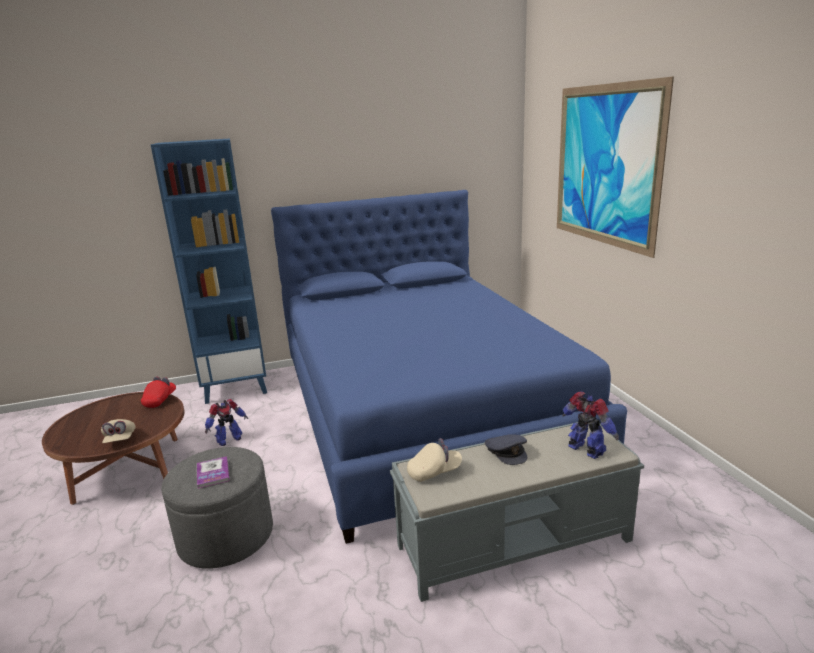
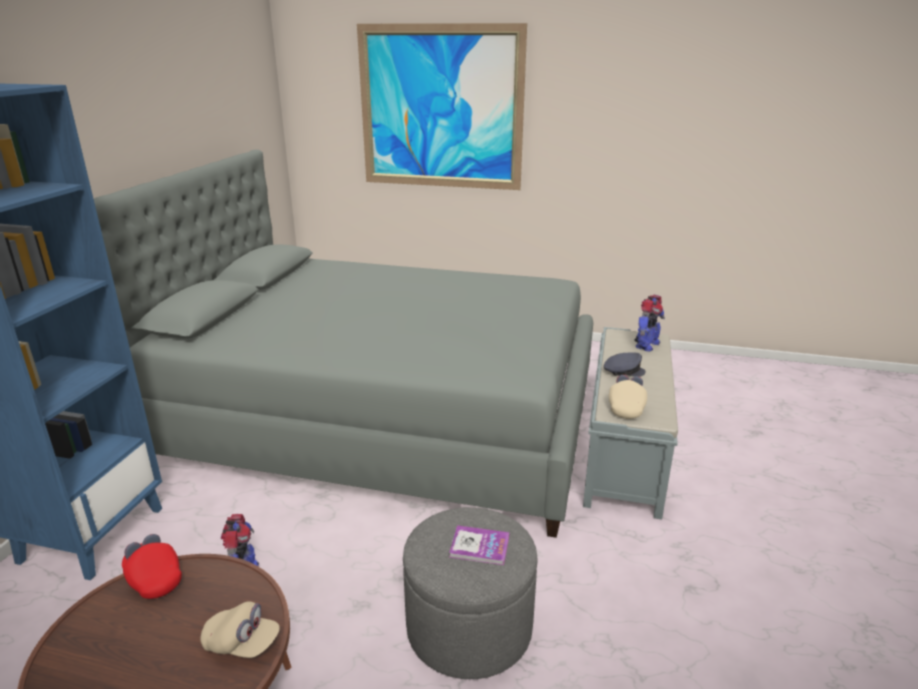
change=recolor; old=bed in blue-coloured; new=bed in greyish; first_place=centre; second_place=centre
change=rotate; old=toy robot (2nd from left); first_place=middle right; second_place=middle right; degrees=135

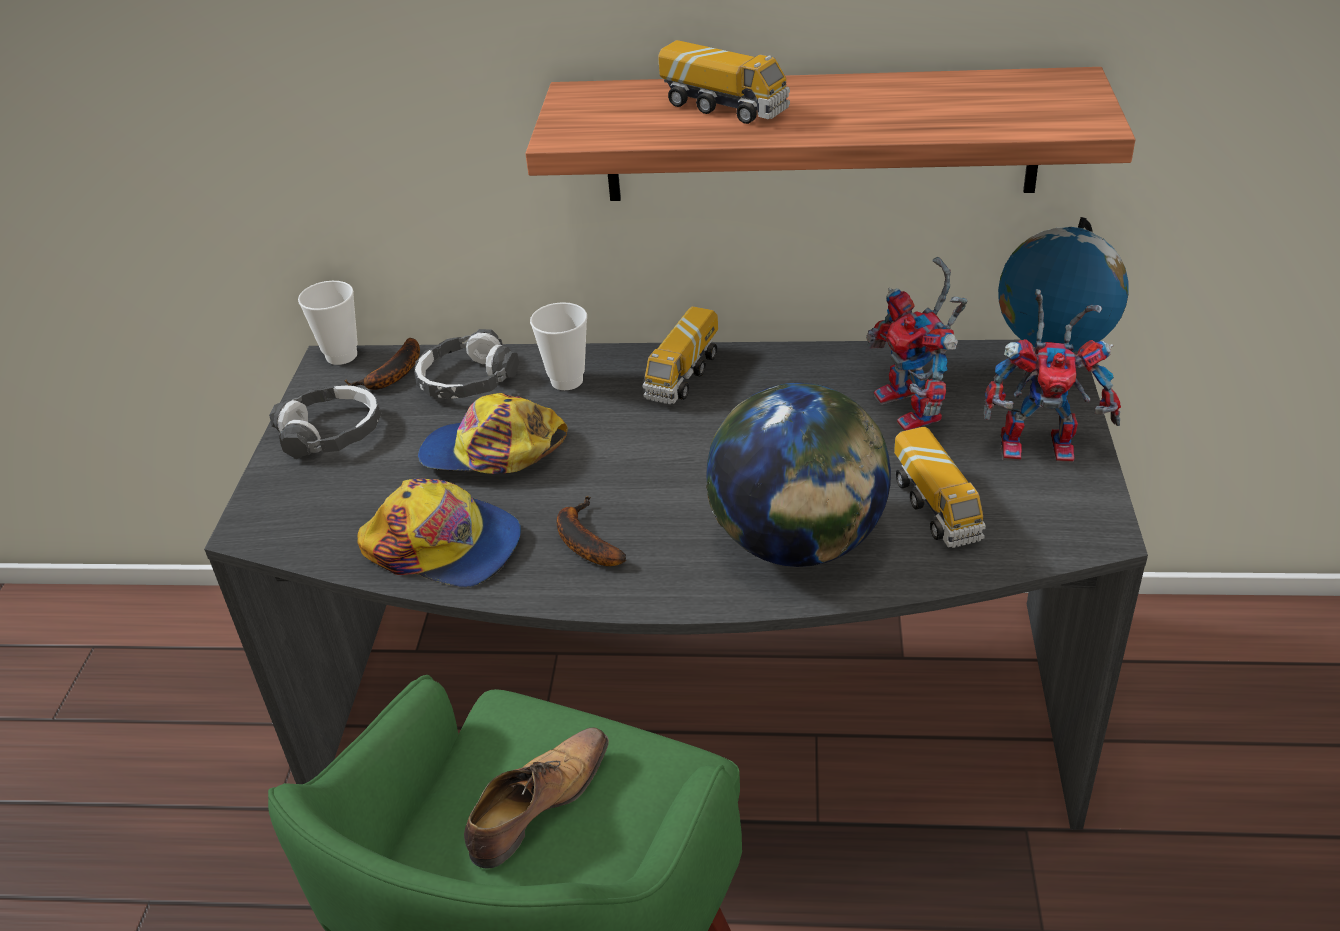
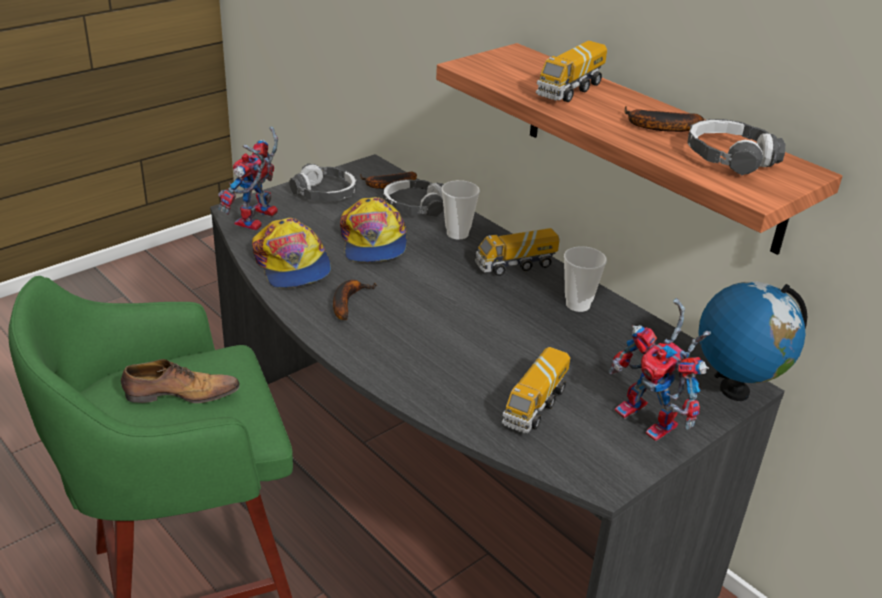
change=delete; old=globe (1st from left); first_place=centre
change=insert; new=whole banana (3rd from left); second_place=top right
change=insert; new=headset (3rd from left); second_place=top right
change=move; old=drinking cup (1st from left in the first image); new=drinking cup (2nd from left); first_place=middle left; second_place=centre
change=move; old=toy robot (1st from left); first_place=middle right; second_place=top left
change=rotate; old=peaked cap (2nd from left); first_place=centre; second_place=centre; degrees=-150
change=rotate; old=model truck (2nd from left in the first image); first_place=top centre; second_place=top centre; degrees=45

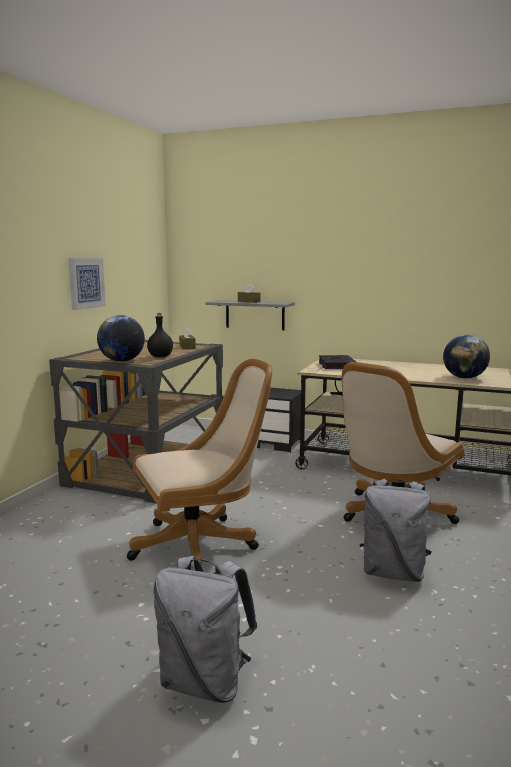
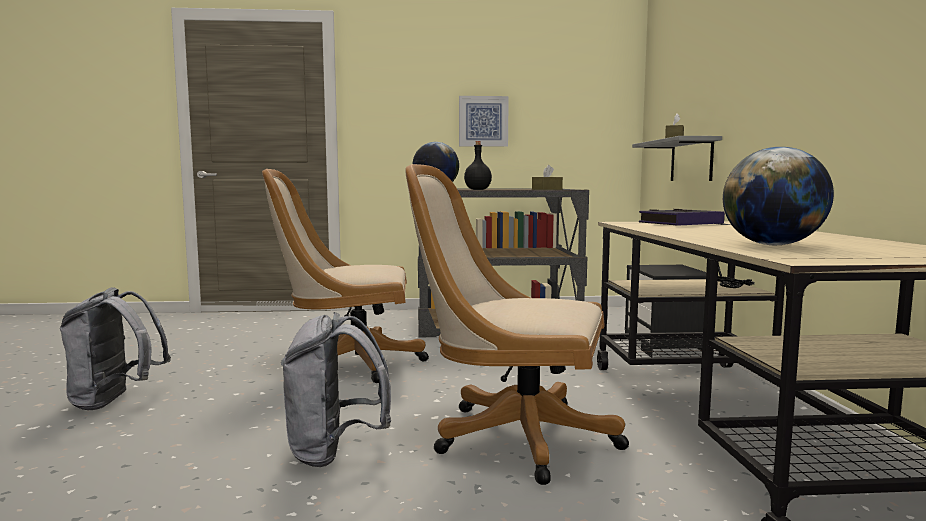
change=rotate; old=office chair (1st from left); first_place=centre; second_place=centre; degrees=135

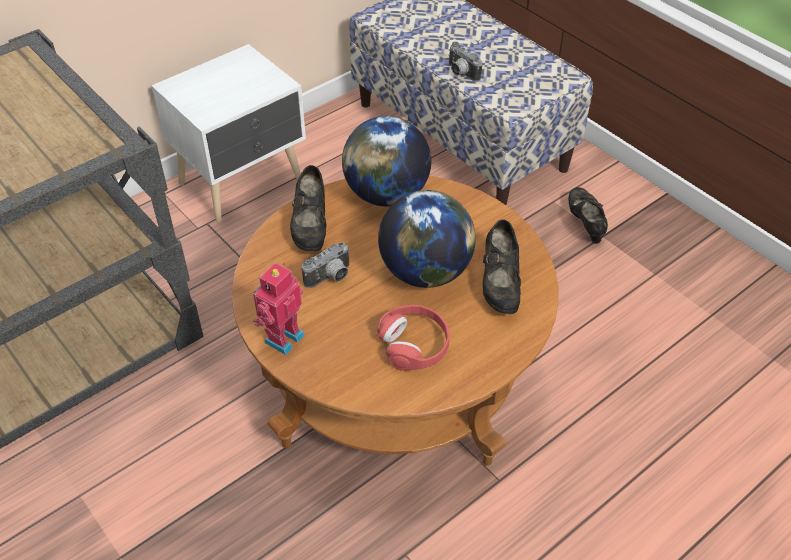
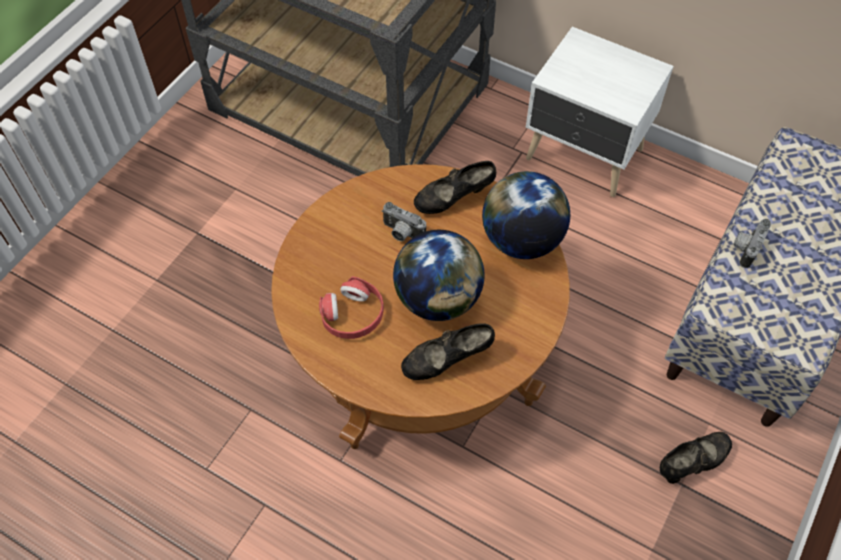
change=delete; old=toy robot; first_place=centre

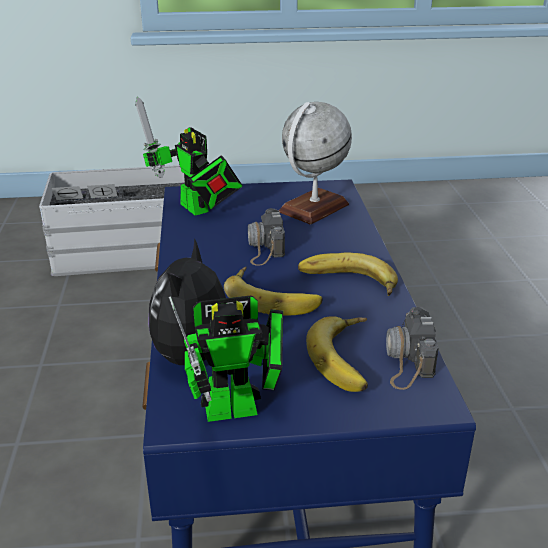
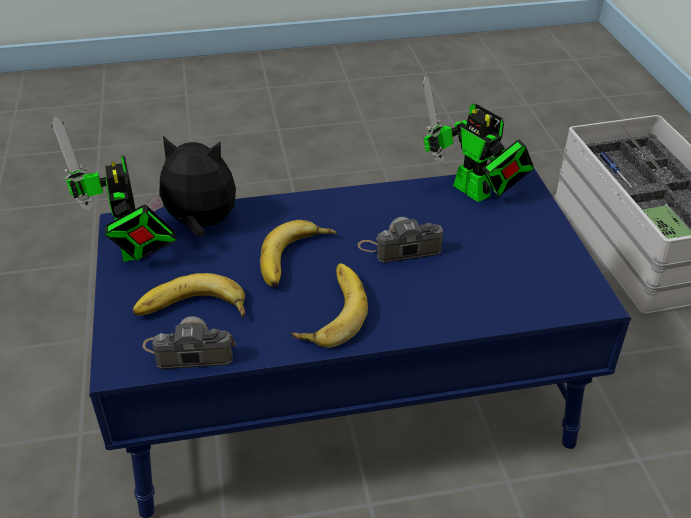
change=delete; old=globe; first_place=top centre
change=rotate; old=toy robot (1st from left in the first image); first_place=top centre; second_place=top right; degrees=-90

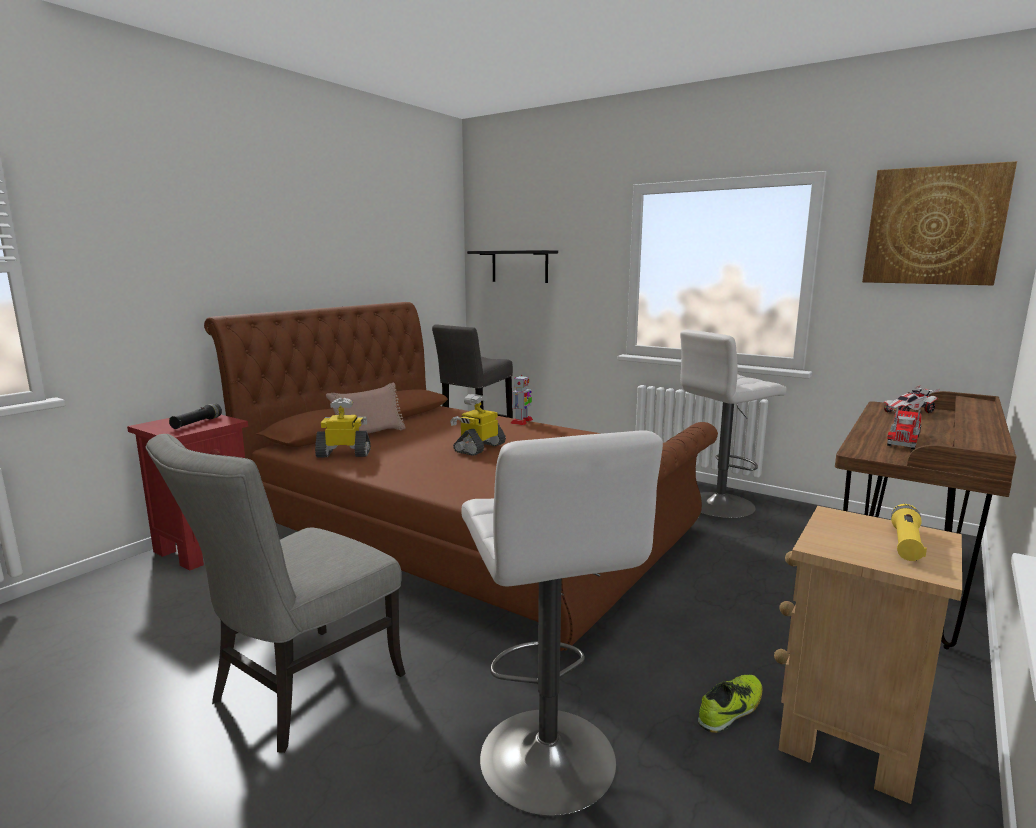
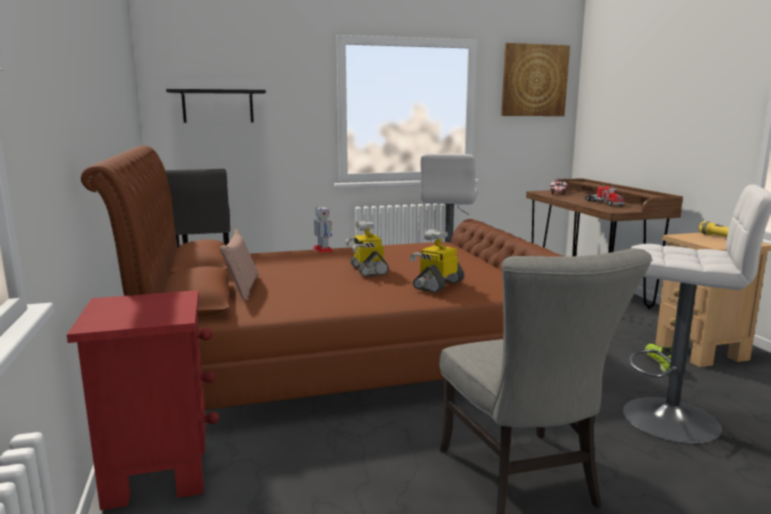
change=delete; old=torch in black-coloured; first_place=middle left
change=move; old=toy robot (1st from left in the first image); new=toy robot (3rd from left); first_place=middle left; second_place=centre

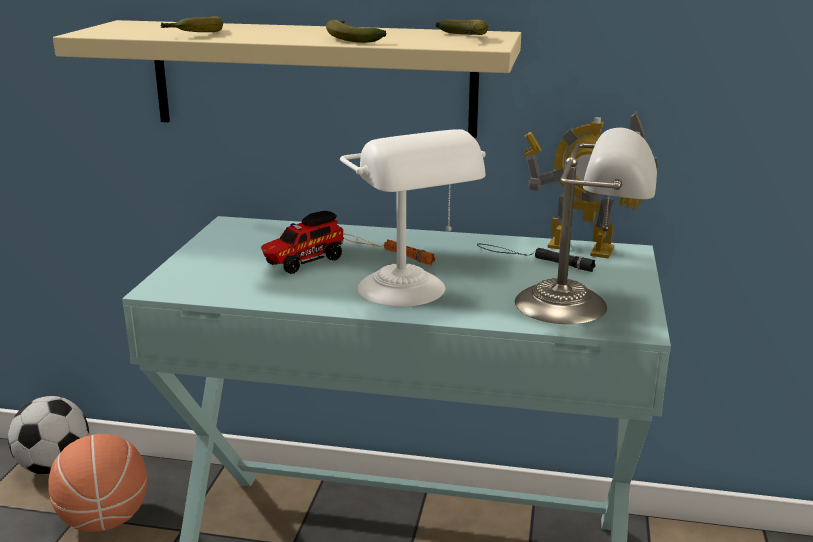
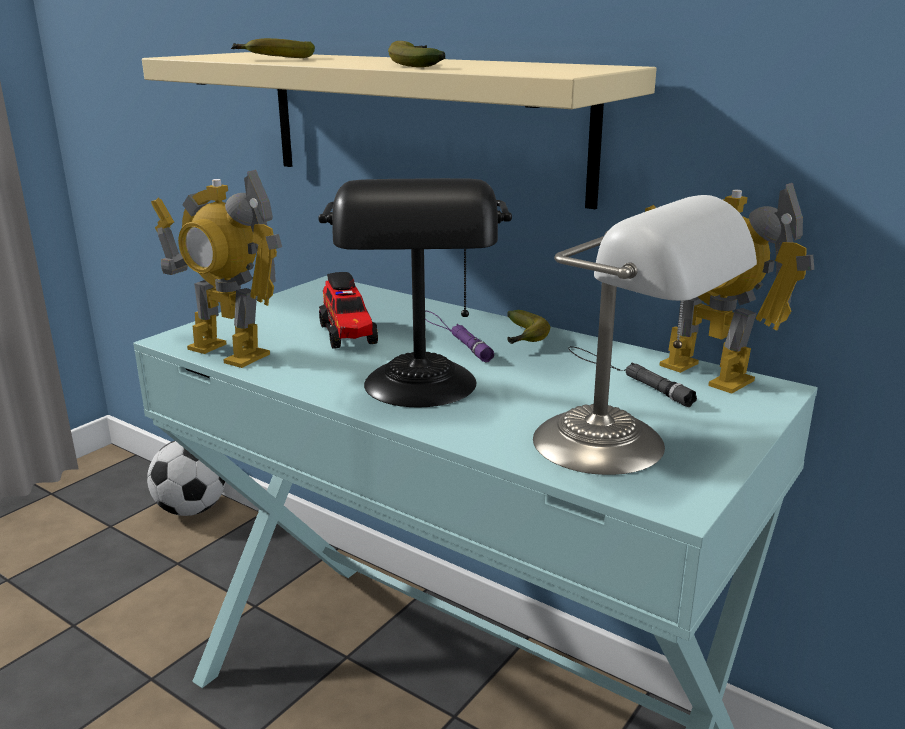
change=delete; old=ball for basketball; first_place=bottom left
change=insert; new=toy robot (1st from left); second_place=middle left
change=move; old=whole banana (3rd from left); first_place=top centre; second_place=centre
change=recolor; old=lamp for a table in white-coloured (1st from left); new=lamp for a table in black-coloured; first_place=centre; second_place=centre
change=recolor; old=torch in orange; new=torch in purple-coloured; first_place=centre; second_place=centre
change=rotate; old=model truck; first_place=centre; second_place=centre; degrees=-90

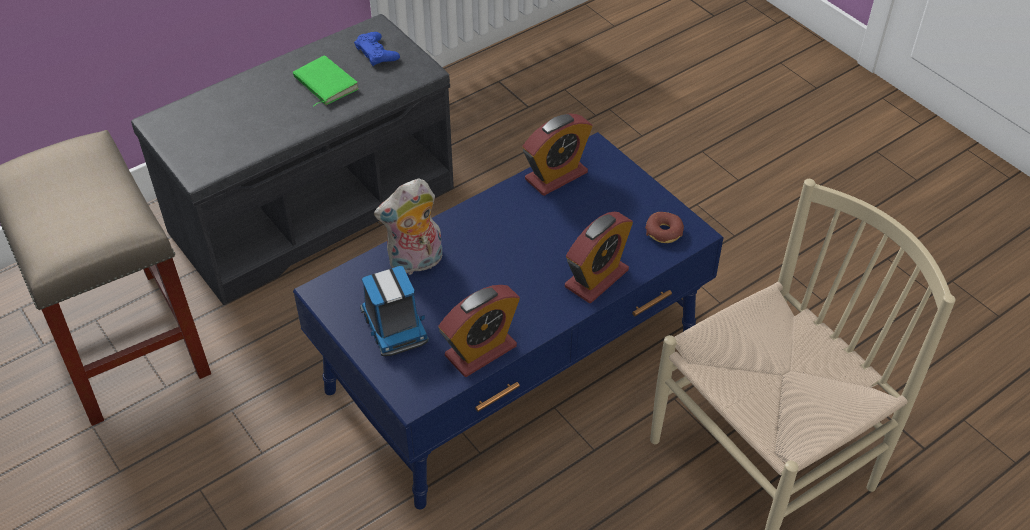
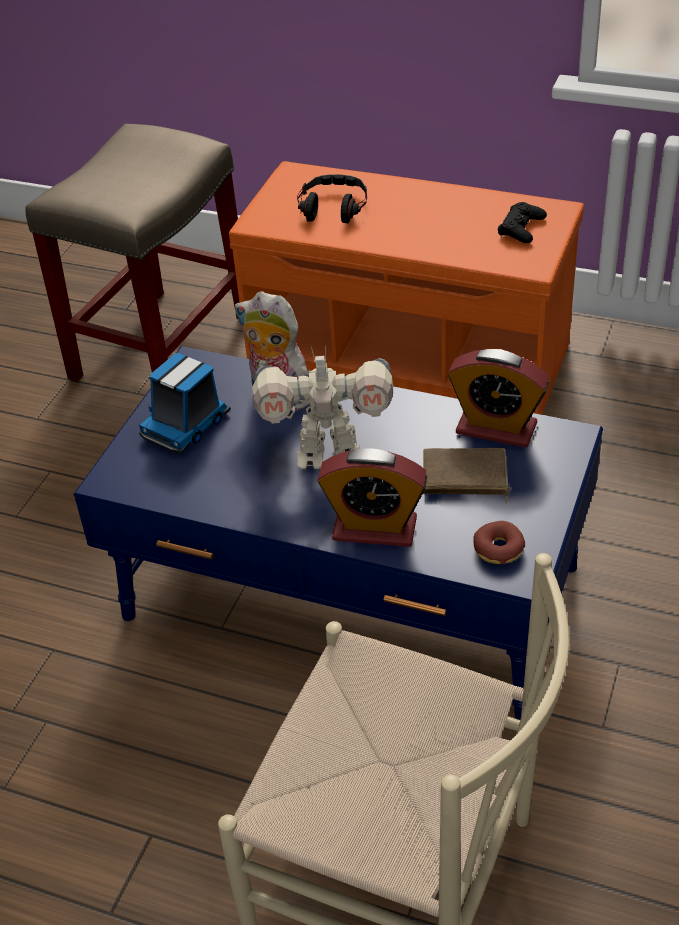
change=delete; old=book in green-coloured; first_place=top left
change=delete; old=bedside clock (1st from left); first_place=centre
change=insert; new=toy robot; second_place=centre
change=insert; new=headset; second_place=top centre
change=insert; new=book in brown; second_place=middle right
change=recolor; old=long seat in greyish; new=long seat in orange; first_place=top left; second_place=top centre
change=recolor; old=joypad in blue-coloured; new=joypad in black-coloured; first_place=top centre; second_place=top right

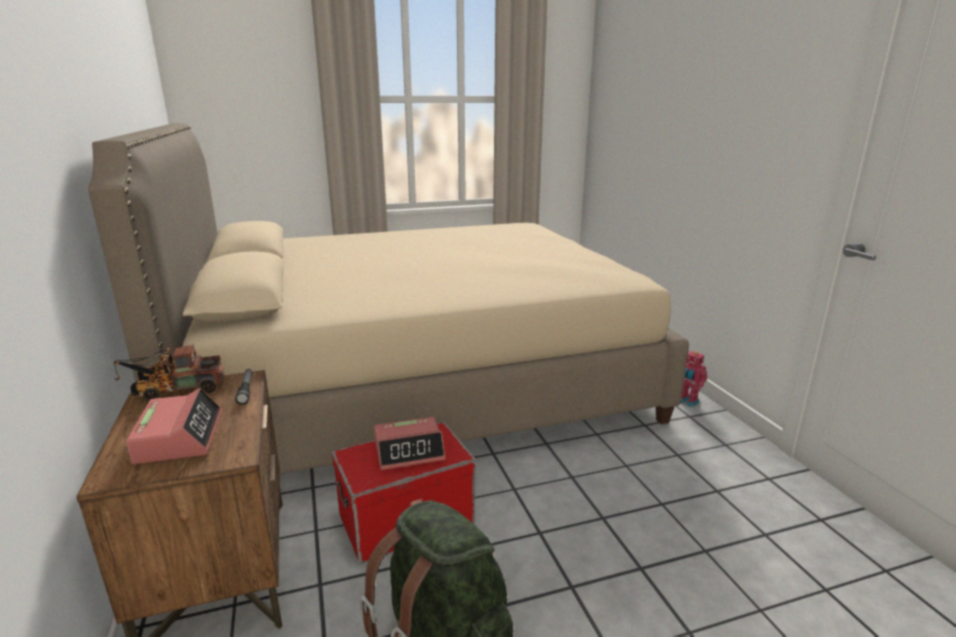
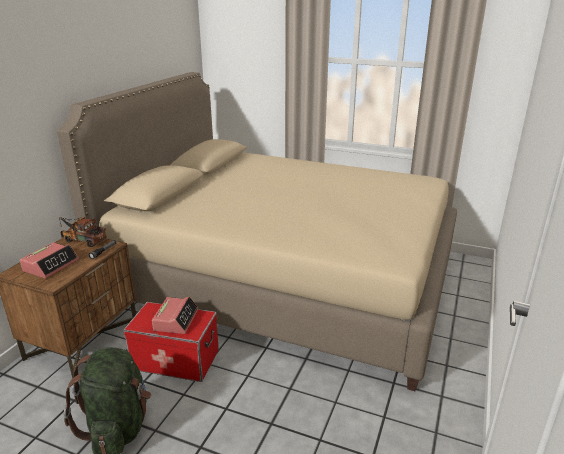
change=delete; old=toy robot; first_place=middle right
change=rotate; old=bedside clock (2nd from left); first_place=bottom centre; second_place=bottom left; degrees=-105

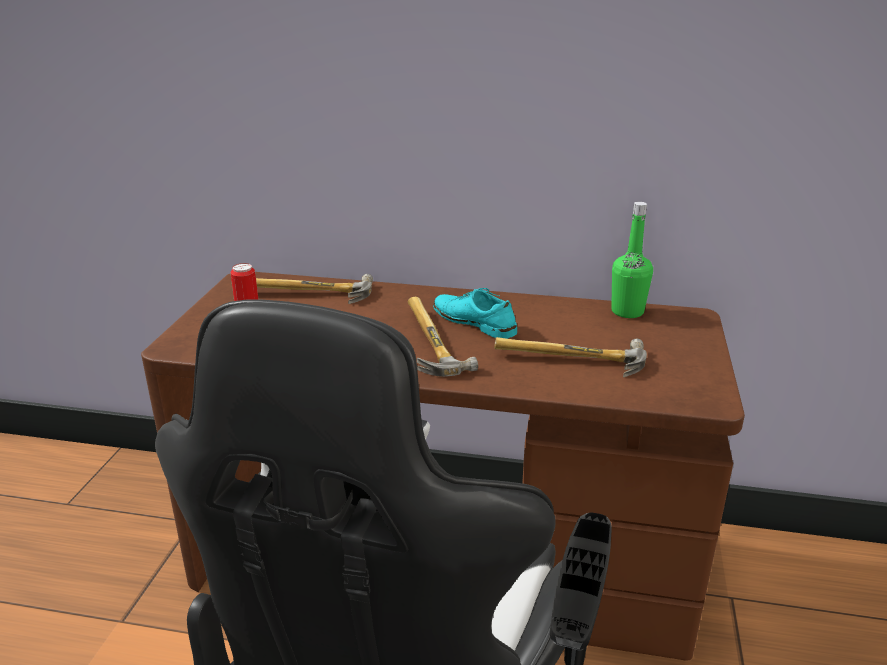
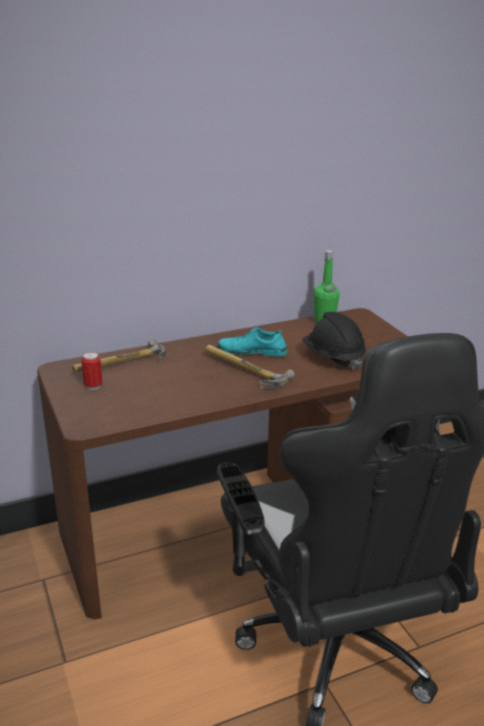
change=replace; old=hand hammer (3rd from left); new=work helmet in black-coloured; first_place=centre; second_place=middle right

